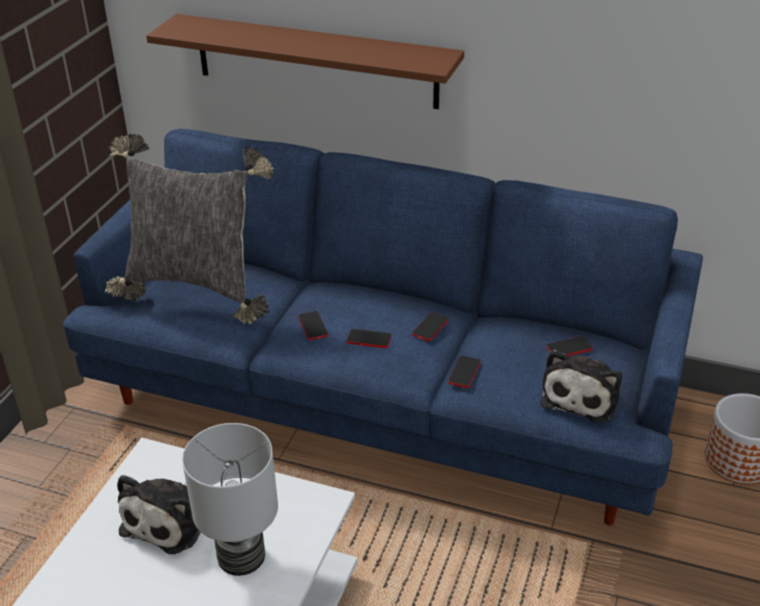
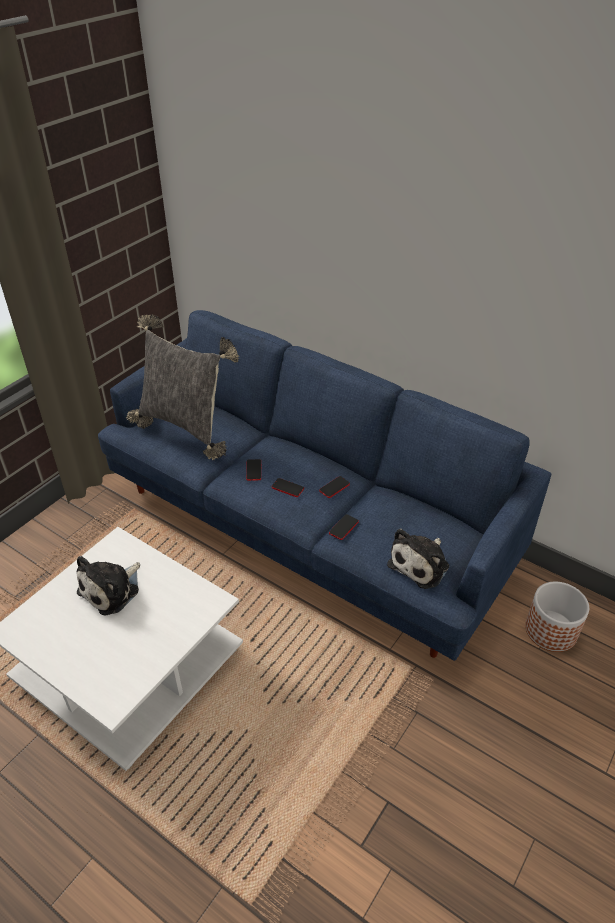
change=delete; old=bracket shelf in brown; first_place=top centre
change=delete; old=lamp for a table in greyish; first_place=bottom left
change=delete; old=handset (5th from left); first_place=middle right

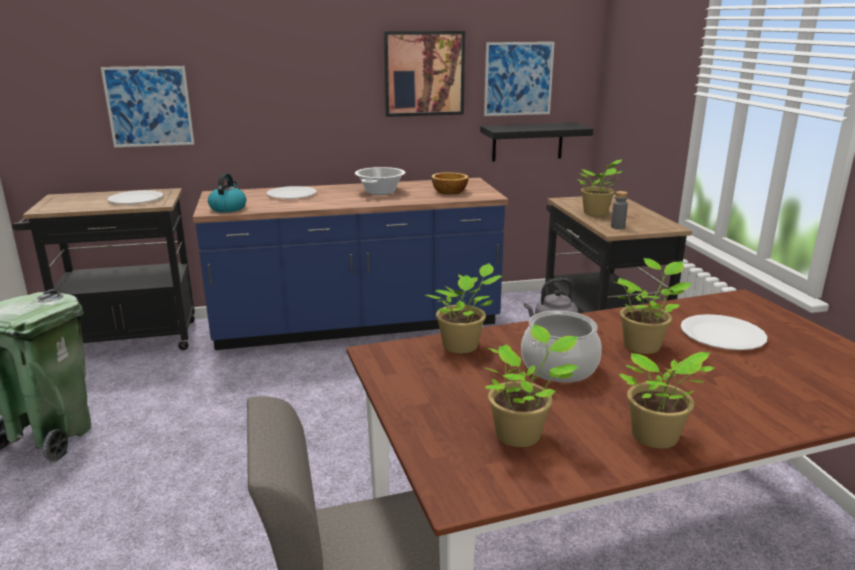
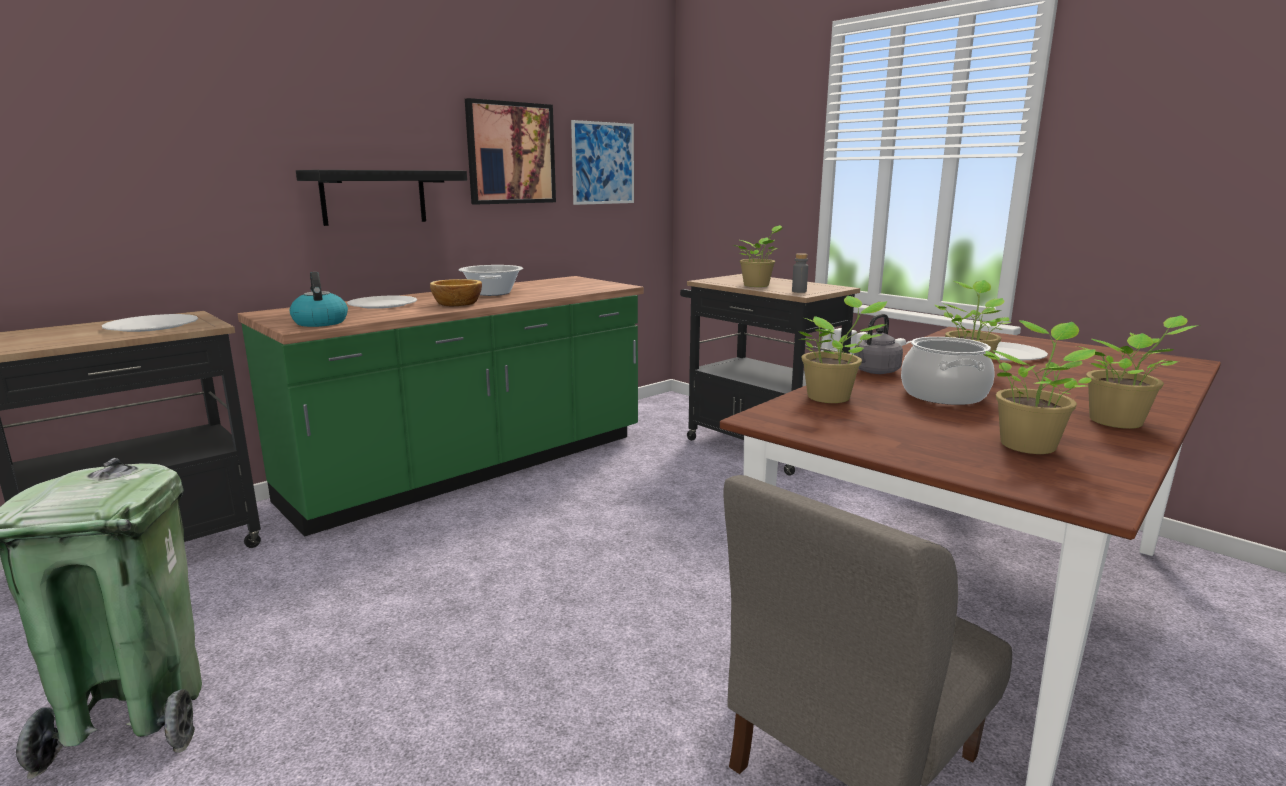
change=delete; old=wall picture (1st from left); first_place=top left
change=move; old=serving bowl; first_place=top centre; second_place=centre
change=move; old=bracket shelf in black-coloured; first_place=top centre; second_place=top left
change=recolor; old=counter in blue-coloured; new=counter in green-coloured; first_place=centre; second_place=centre

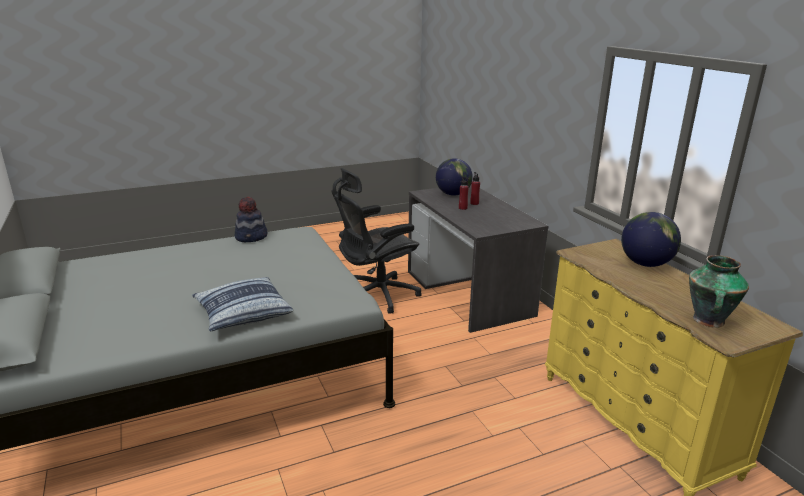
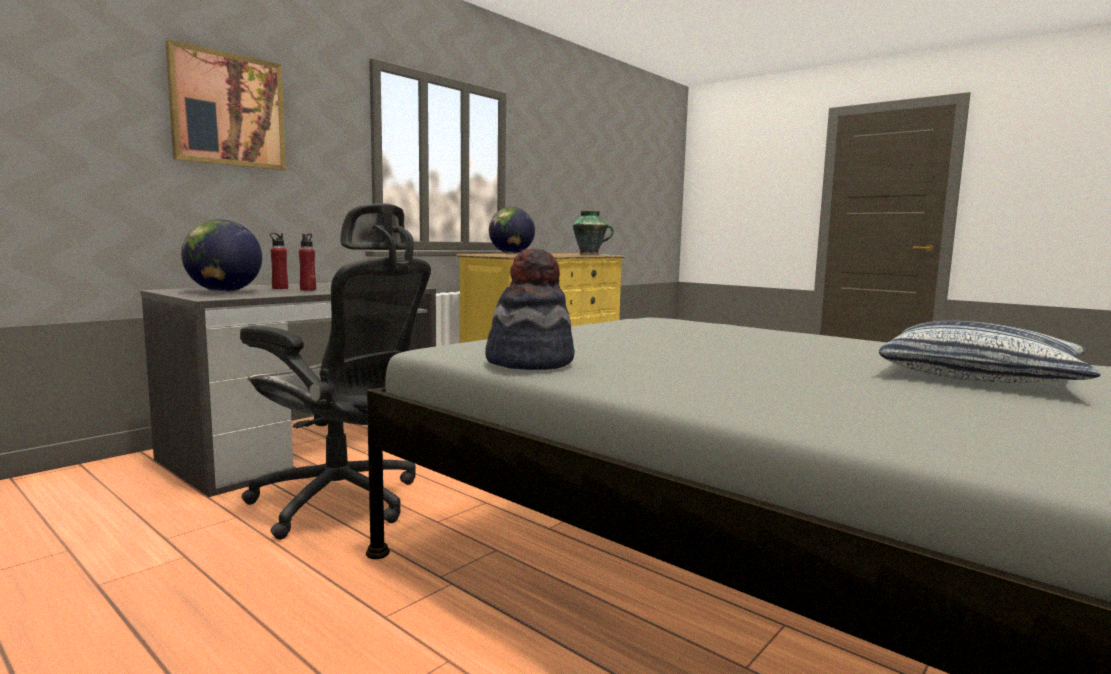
change=insert; new=wall picture; second_place=top left
change=move; old=throw pillow; first_place=middle left; second_place=middle right

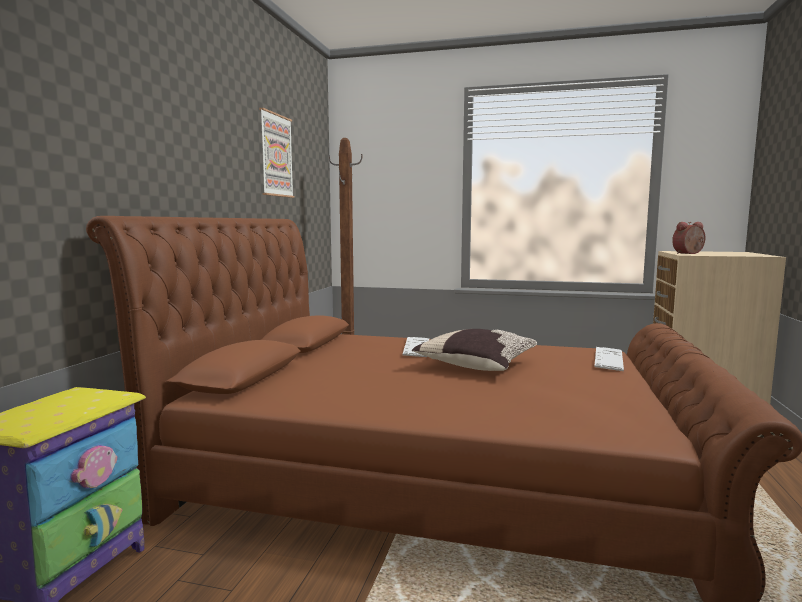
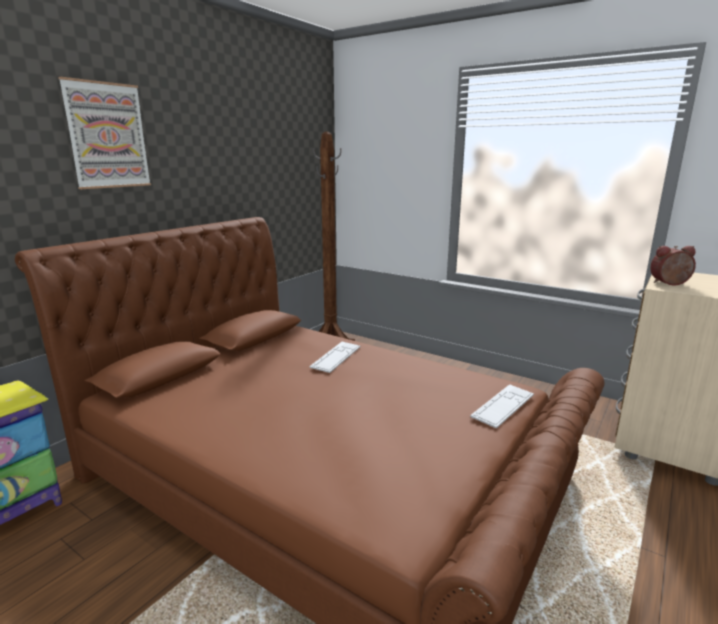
change=delete; old=throw pillow; first_place=centre
change=move; old=wall picture; first_place=top centre; second_place=top left

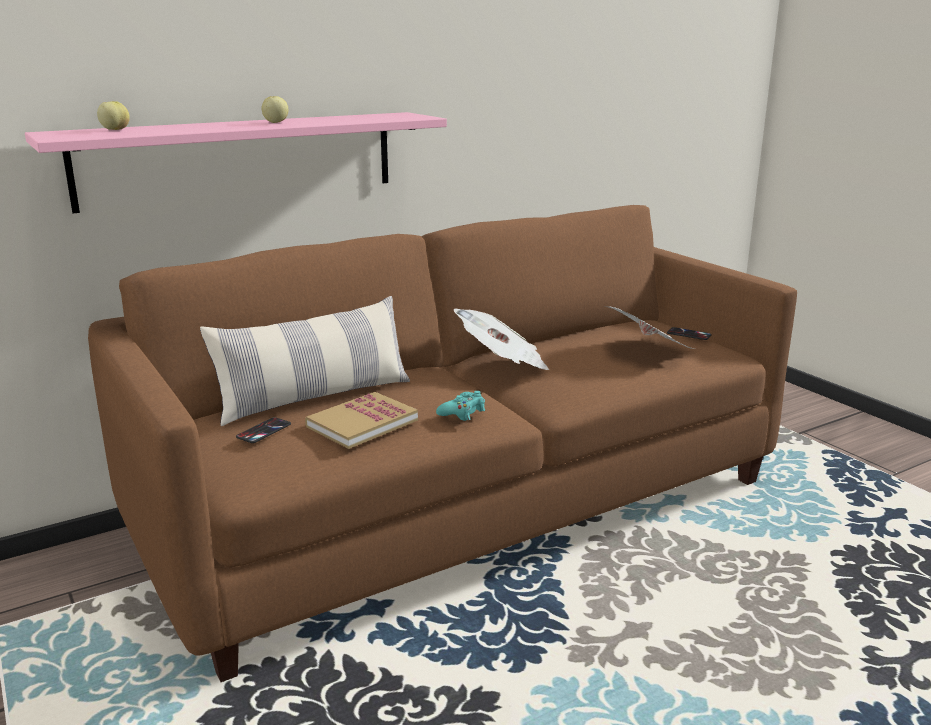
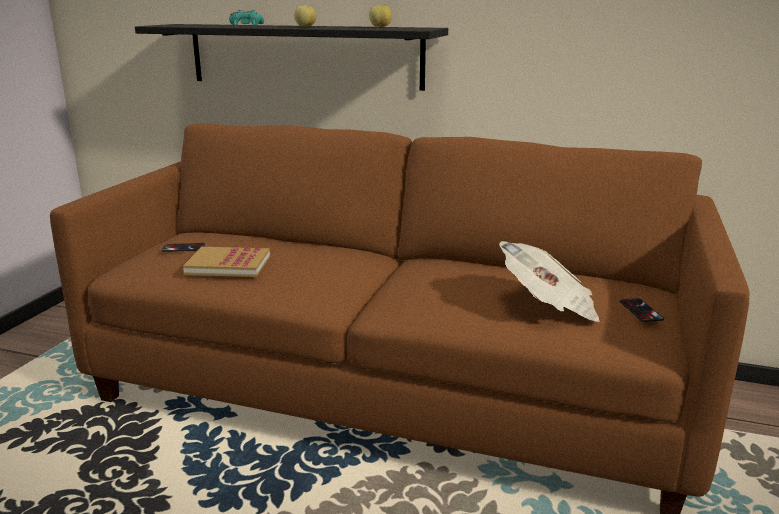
change=delete; old=throw pillow; first_place=middle left
change=delete; old=newspaper (1st from left); first_place=centre
change=move; old=apple fruit (1st from left in the first image); new=apple fruit (2nd from left); first_place=top left; second_place=top centre
change=move; old=joypad in blue-green; first_place=centre; second_place=top left
change=recolor; old=bracket shelf in pink-coloured; new=bracket shelf in black-coloured; first_place=top left; second_place=top centre

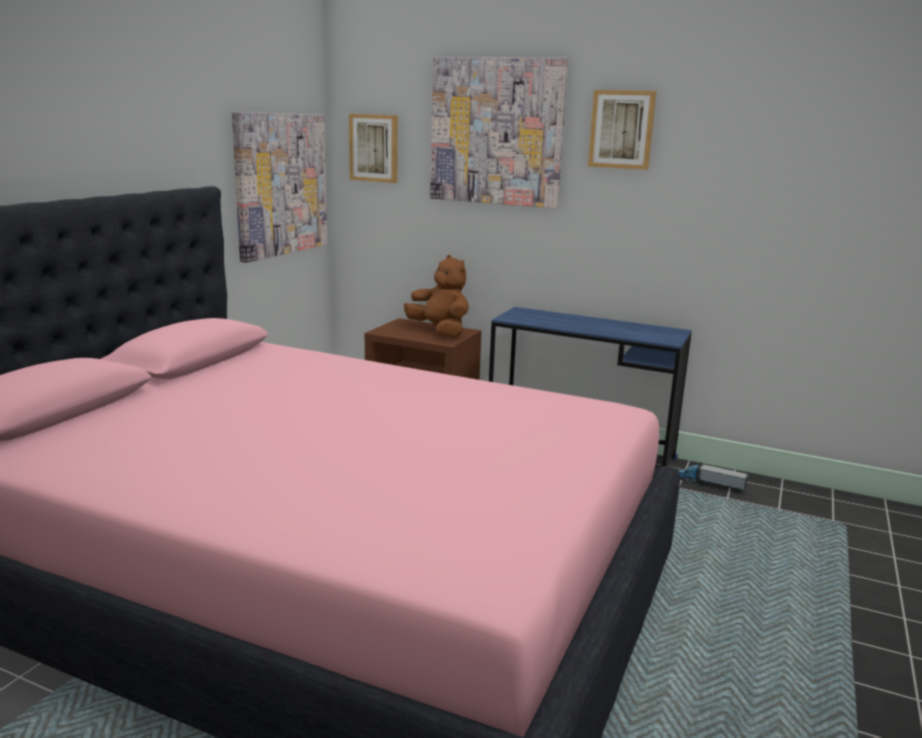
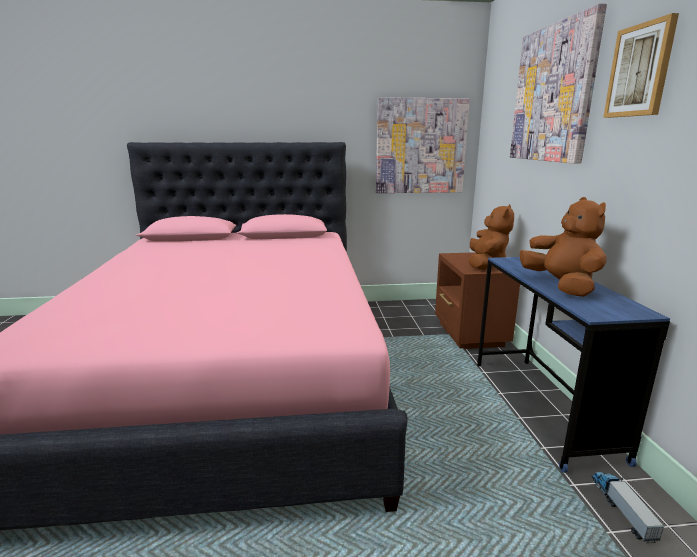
change=delete; old=wall picture (2nd from left); first_place=top centre
change=insert; new=soft toy in brown (2nd from left); second_place=middle right

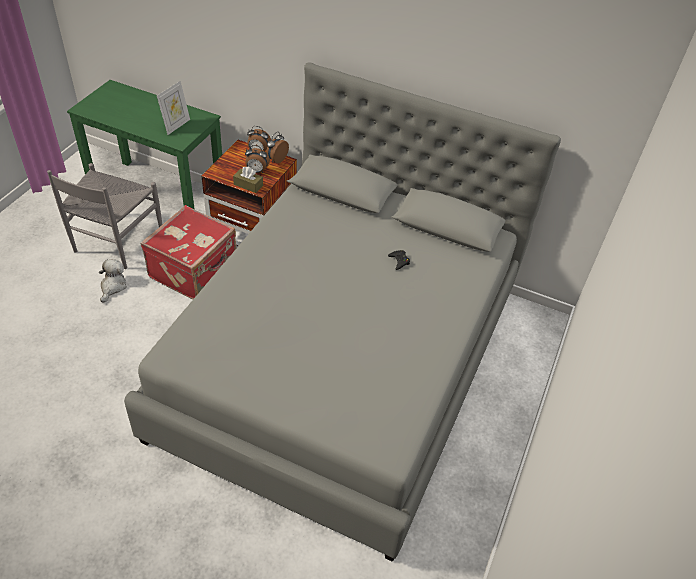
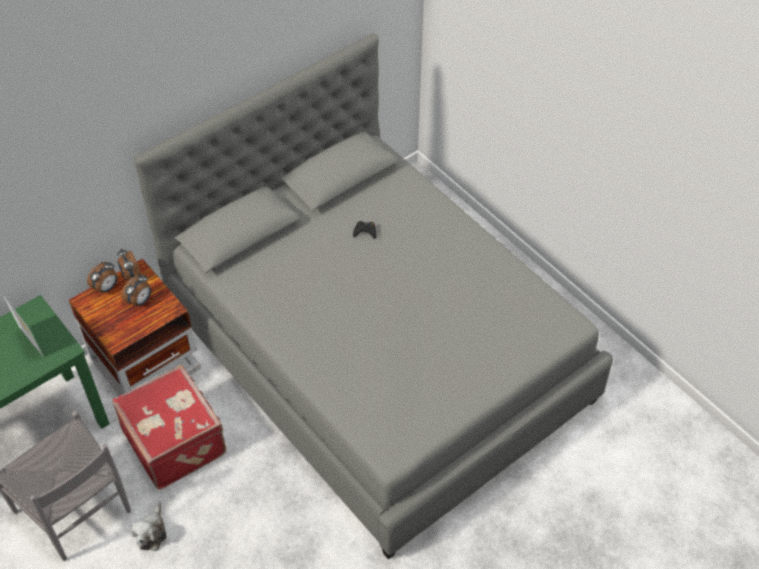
change=delete; old=tissue box in brown; first_place=top centre
change=rotate; old=soft toy; first_place=middle left; second_place=bottom left; degrees=-120

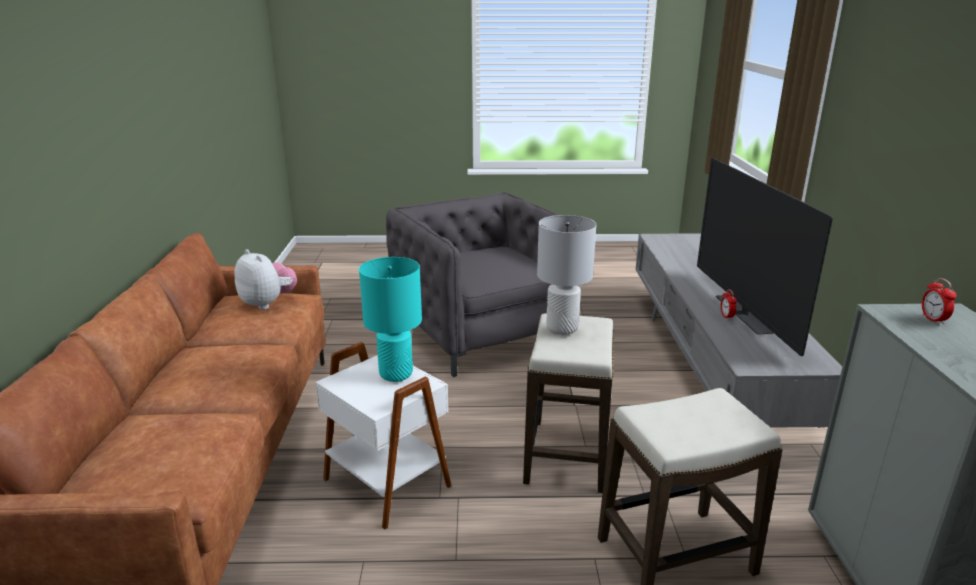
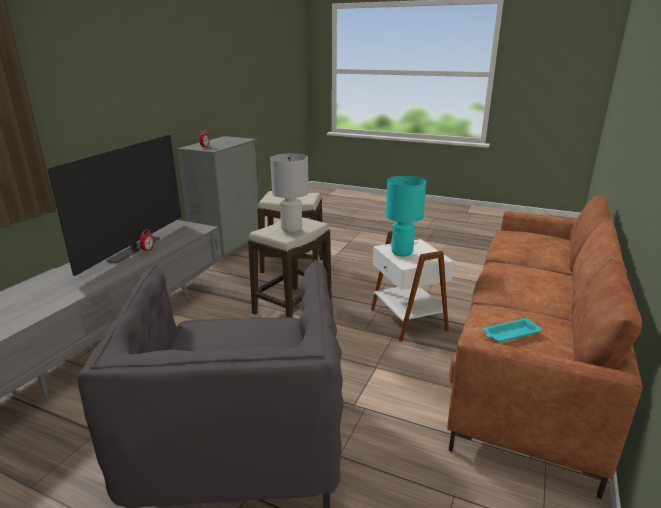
change=replace; old=soft toy; new=serving tray in blue-green; first_place=middle left; second_place=middle right

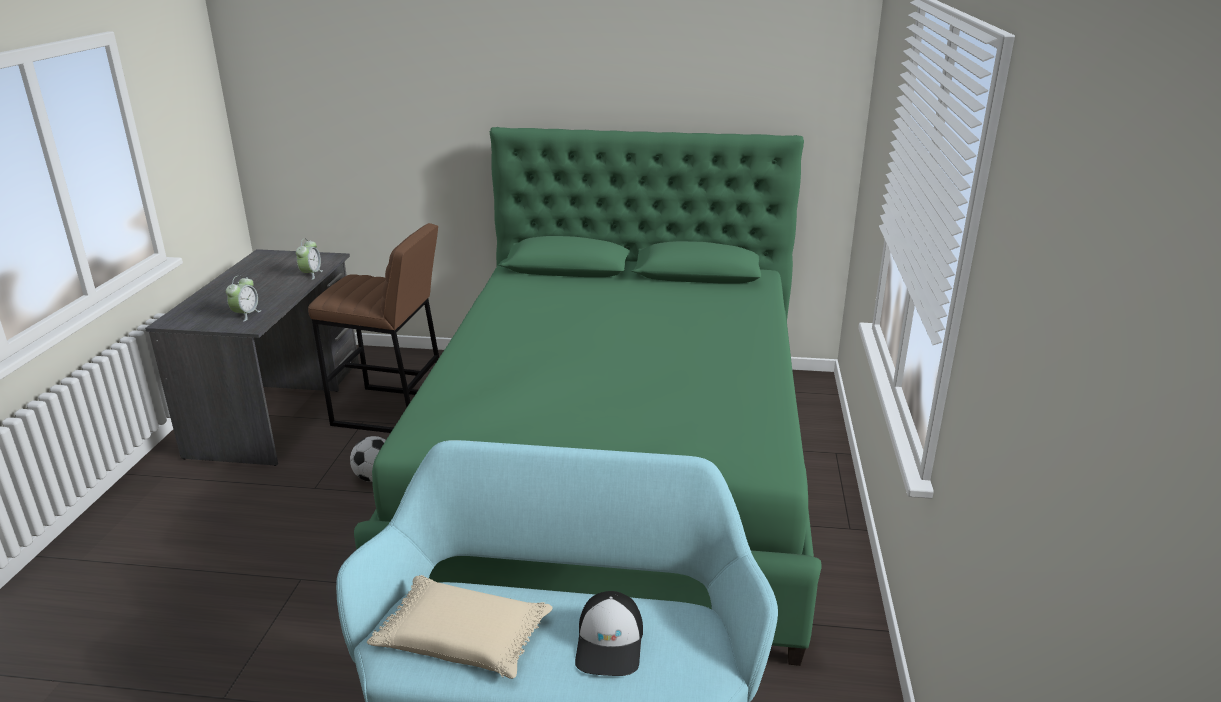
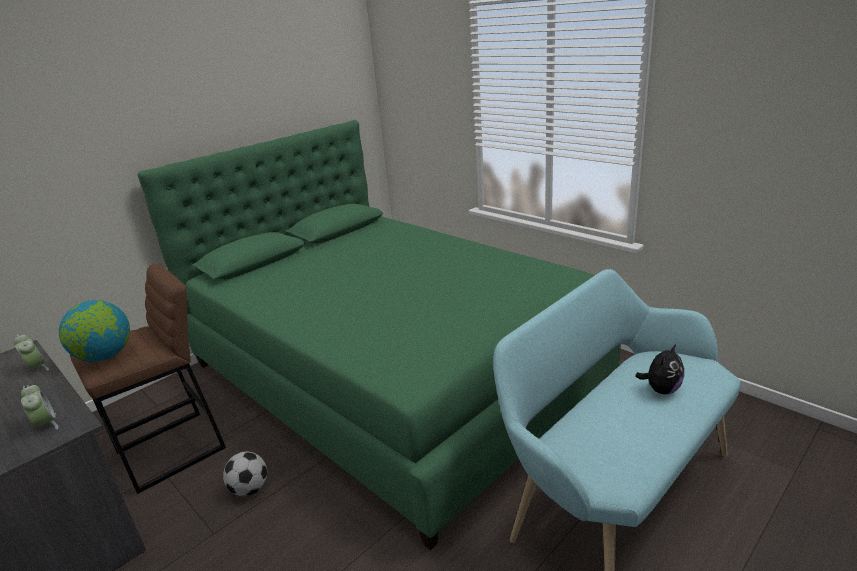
change=delete; old=throw pillow in sand-coloured; first_place=bottom centre
change=insert; new=globe; second_place=middle left
change=replace; old=peaked cap; new=soft toy; first_place=bottom centre; second_place=middle right

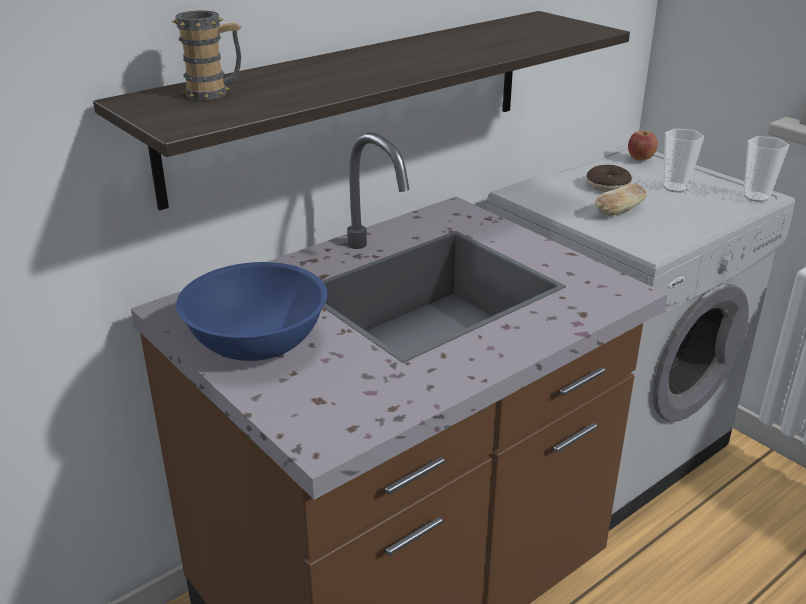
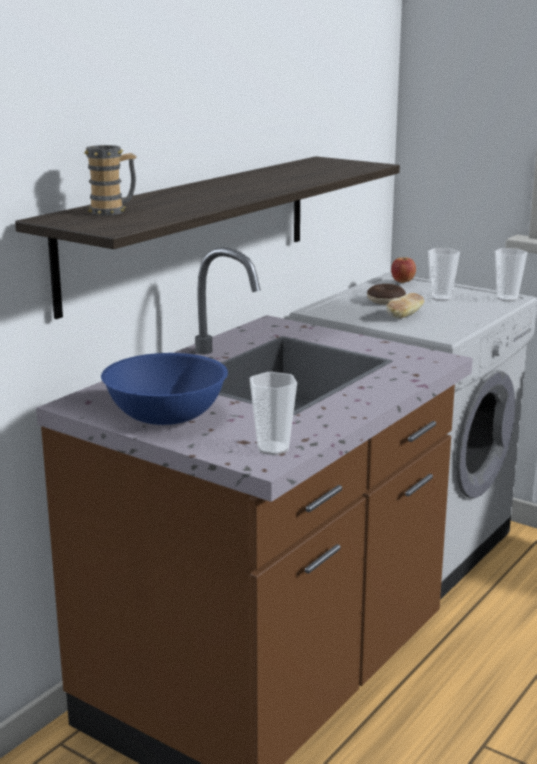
change=insert; new=drinking cup (1st from left); second_place=centre

